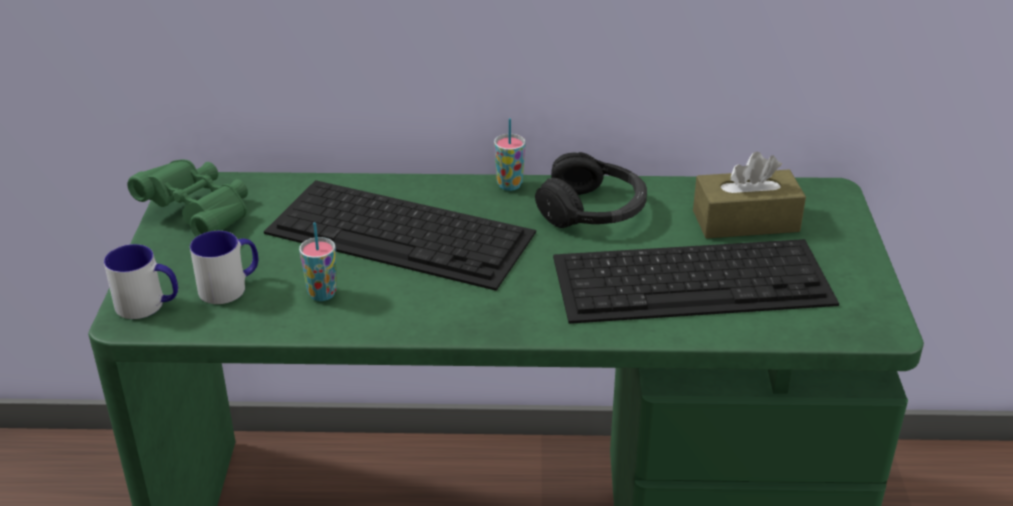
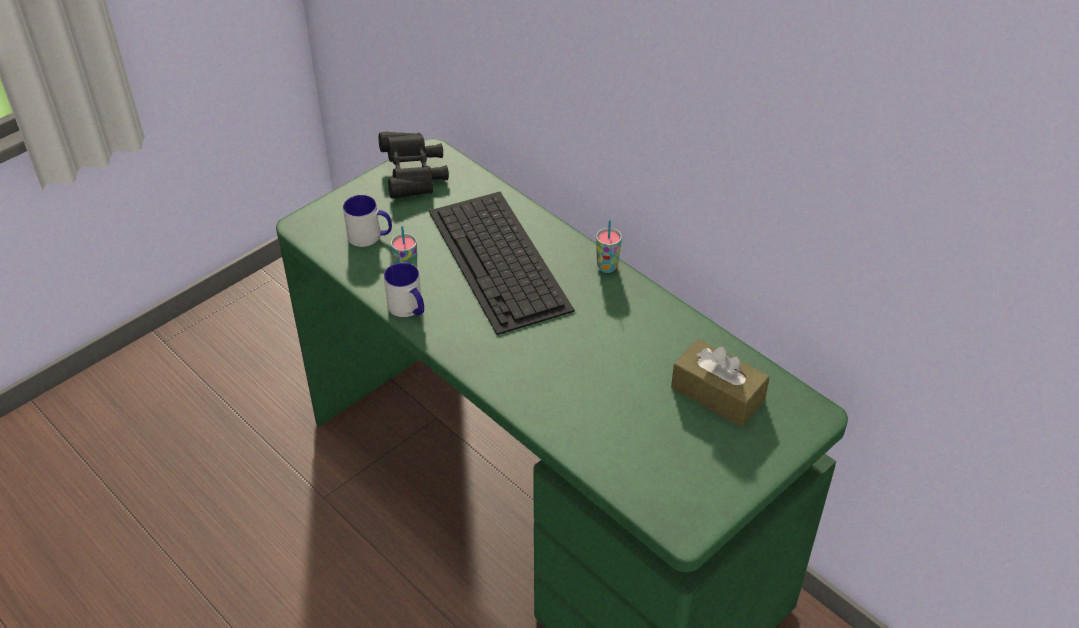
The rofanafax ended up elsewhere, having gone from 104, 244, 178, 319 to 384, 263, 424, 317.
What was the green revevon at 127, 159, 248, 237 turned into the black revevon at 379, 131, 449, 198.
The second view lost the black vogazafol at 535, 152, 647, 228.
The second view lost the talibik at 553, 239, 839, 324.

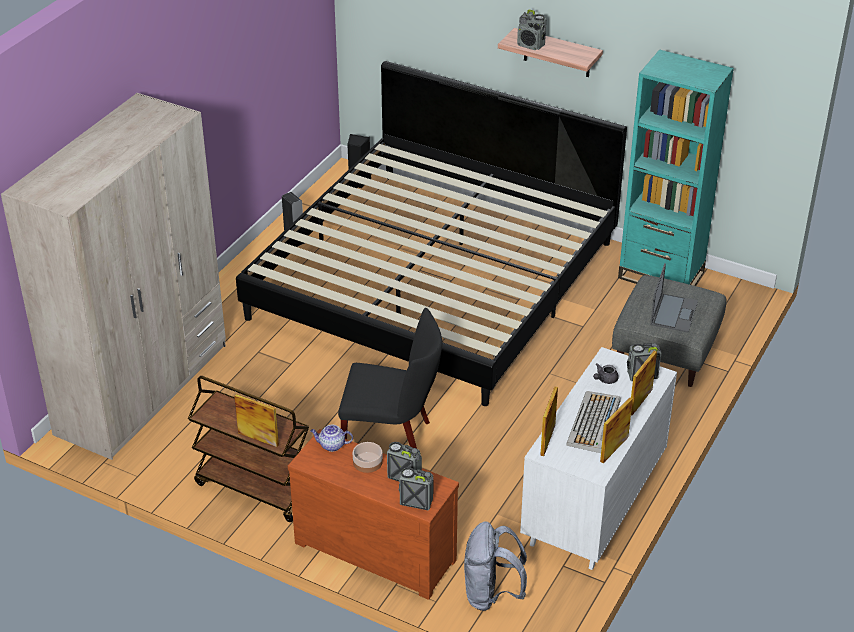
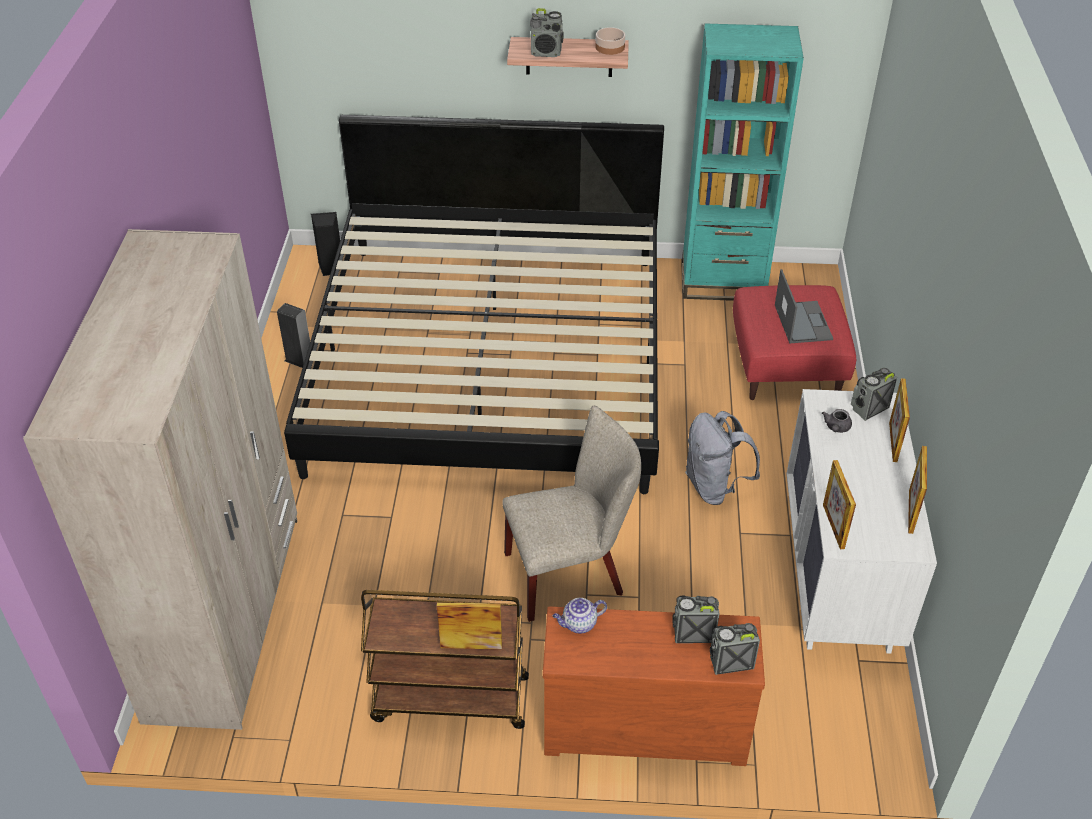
What was the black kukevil at 338, 308, 442, 448 turned into the beige kukevil at 502, 406, 641, 622.
The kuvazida ended up elsewhere, having gone from 353, 442, 383, 473 to 595, 27, 625, 55.
The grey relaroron ended up elsewhere, having gone from 464, 522, 527, 611 to 685, 411, 760, 505.
The second view lost the talibik at 567, 391, 621, 453.
What was the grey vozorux at 612, 275, 726, 387 turned into the red vozorux at 733, 285, 856, 400.

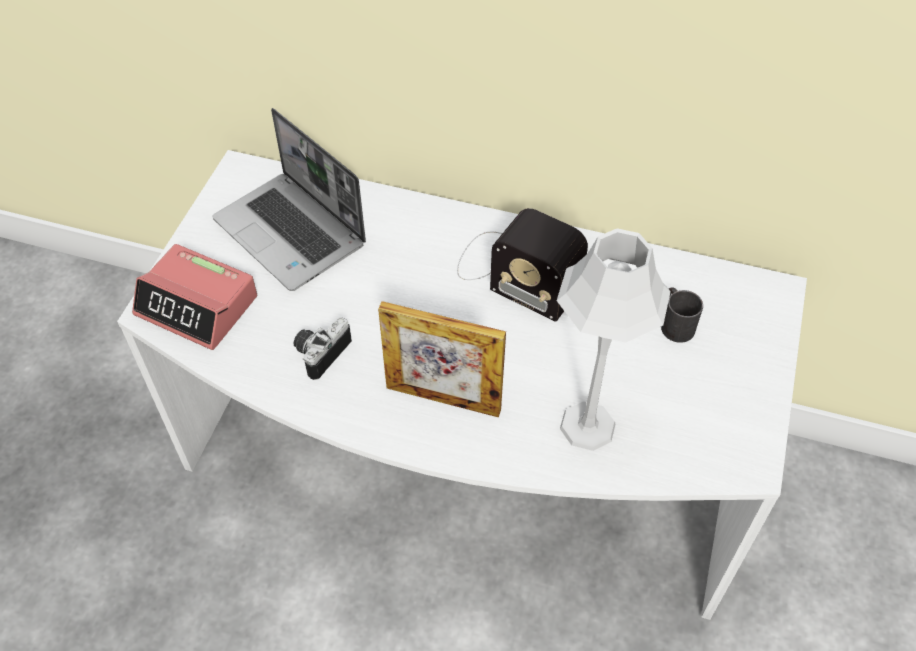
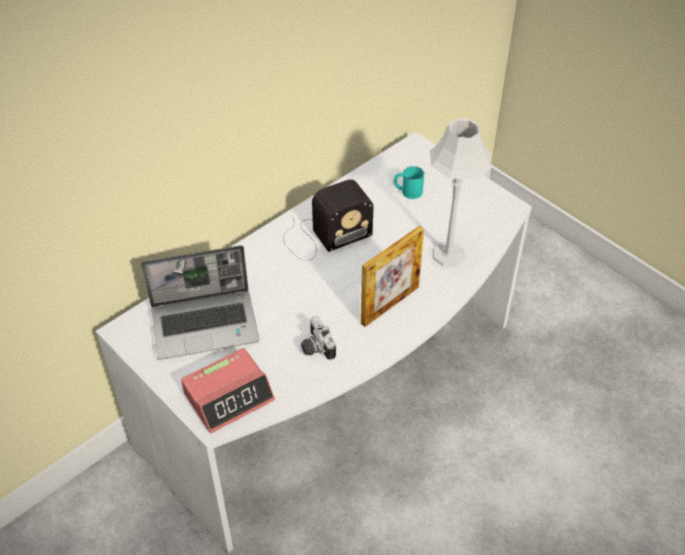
What was the black rofanafax at 661, 287, 703, 343 turned into the turquoise rofanafax at 394, 166, 424, 199.

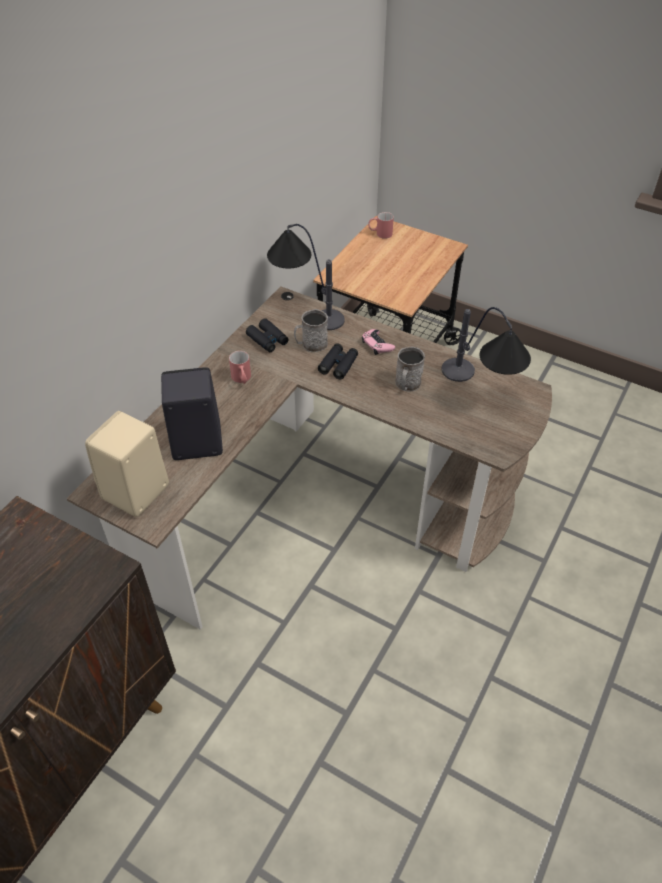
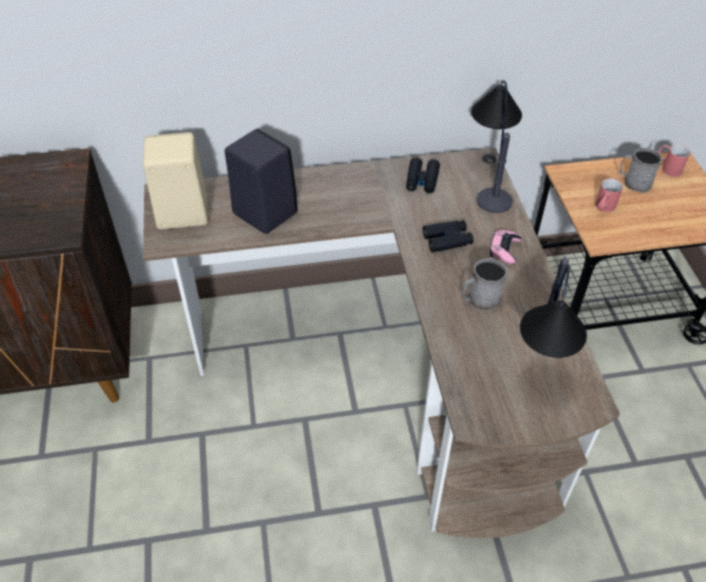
The red rofanafax ended up elsewhere, having gone from 229, 351, 251, 384 to 595, 179, 623, 212.
The grey rofanafax ended up elsewhere, having gone from 294, 309, 328, 352 to 620, 148, 662, 193.

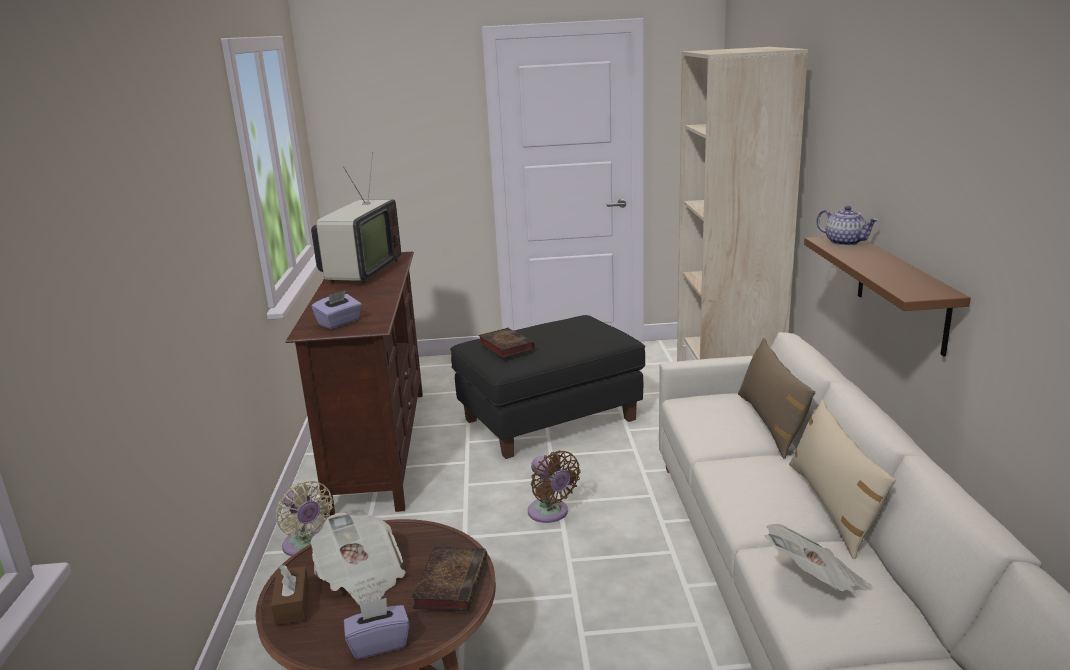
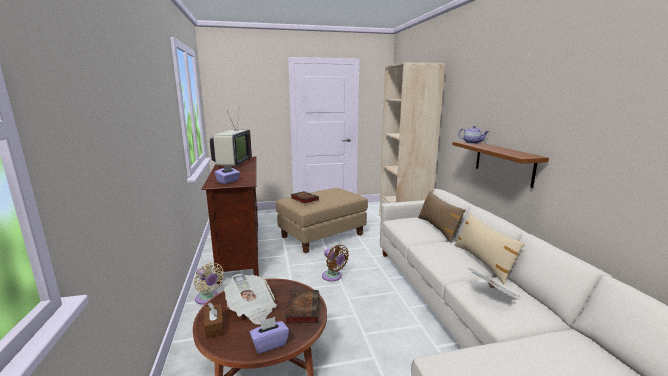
What was the black vozorux at 450, 315, 646, 459 turned into the beige vozorux at 276, 188, 368, 253.

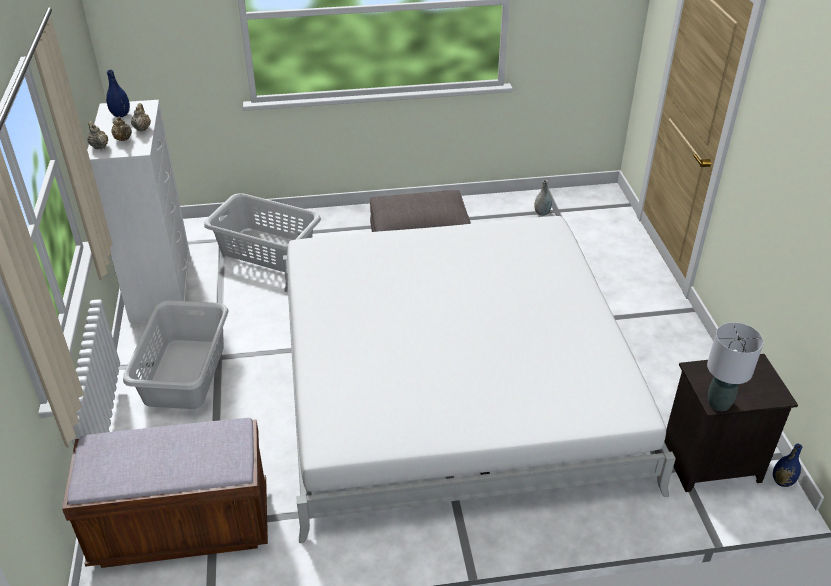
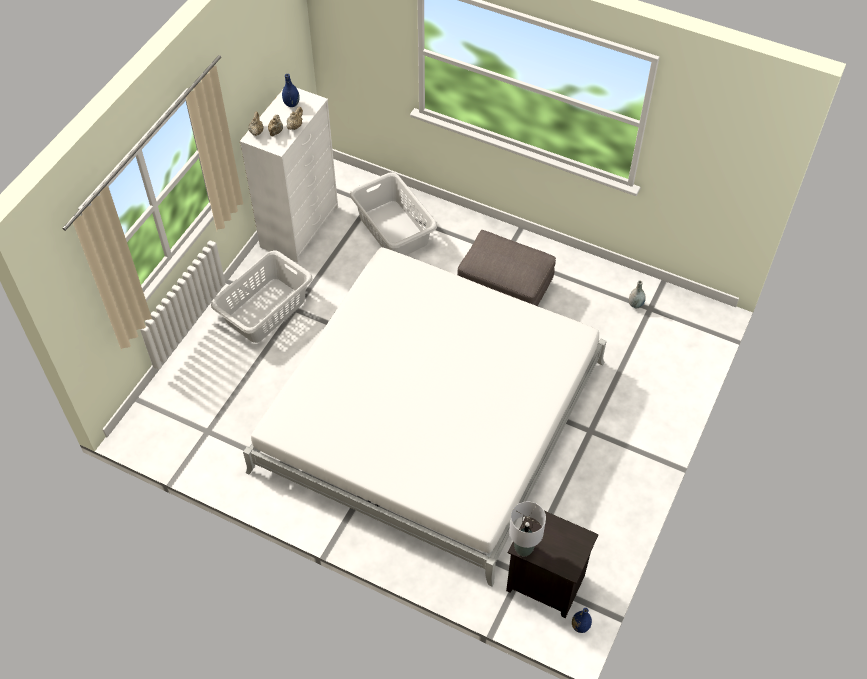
The second view lost the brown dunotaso at 62, 418, 268, 568.

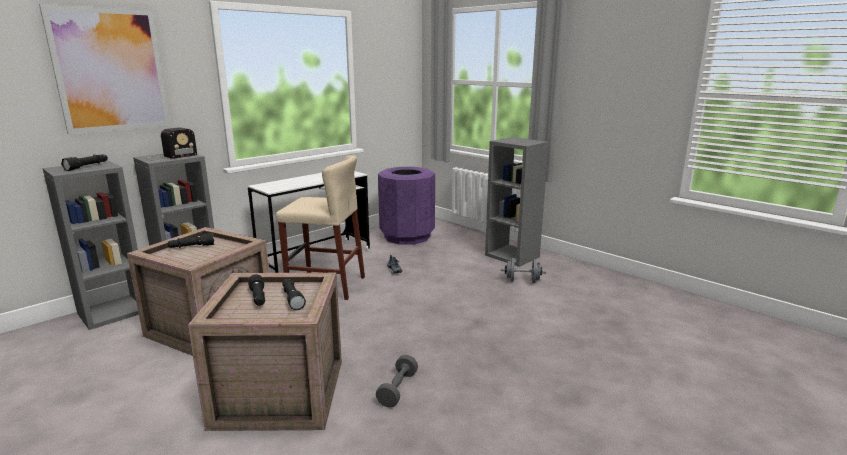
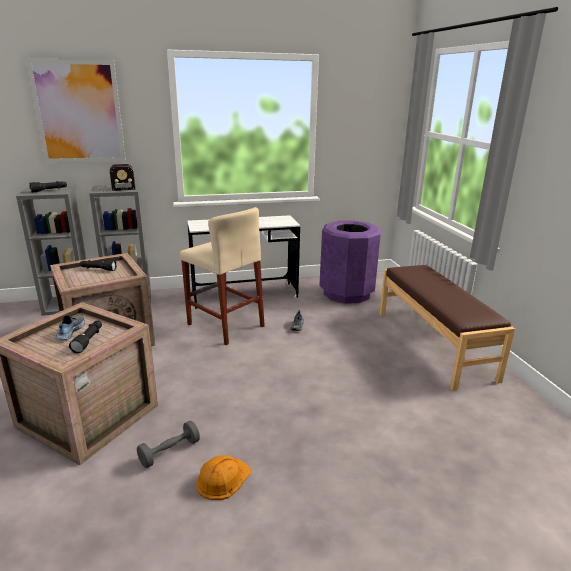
Where the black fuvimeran stood at 248, 274, 265, 306, the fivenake came to stand at 55, 314, 85, 340.
Where the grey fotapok stood at 485, 137, 549, 267, the brown dunotaso came to stand at 380, 265, 515, 391.
The second view lost the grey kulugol at 501, 258, 546, 283.
The second view gained the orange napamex at 196, 455, 251, 500.

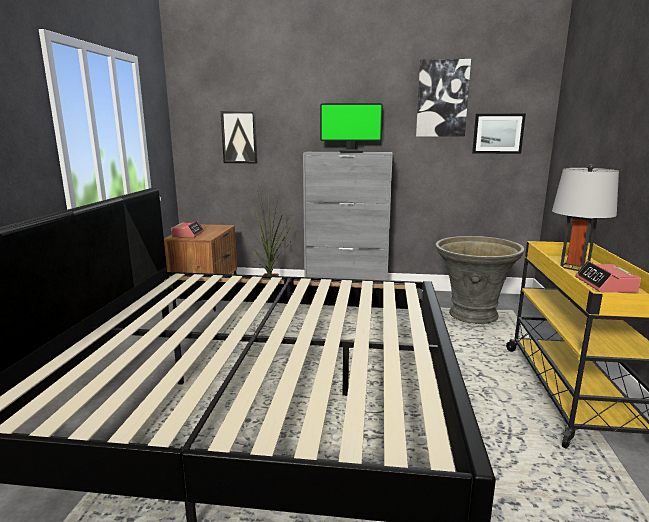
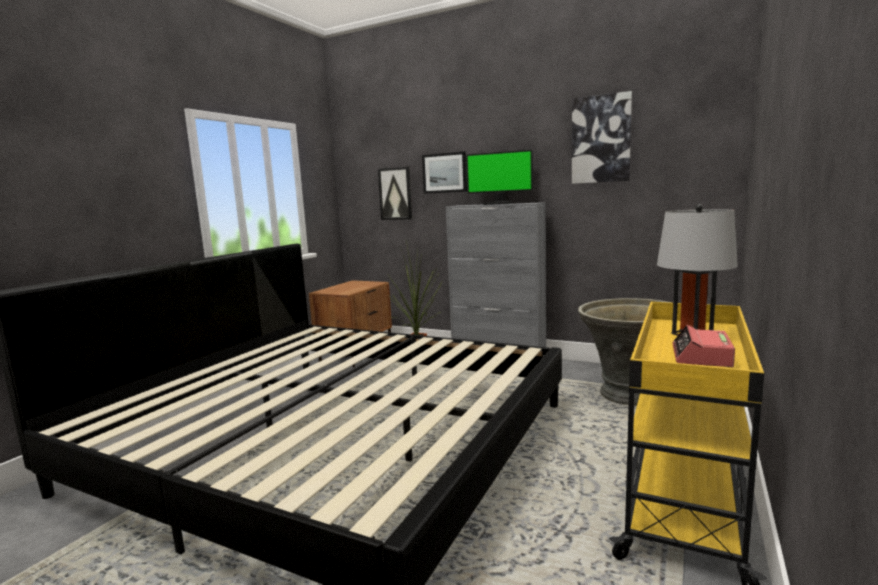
The second view lost the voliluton at 171, 221, 204, 237.
The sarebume ended up elsewhere, having gone from 472, 114, 526, 154 to 422, 151, 467, 194.

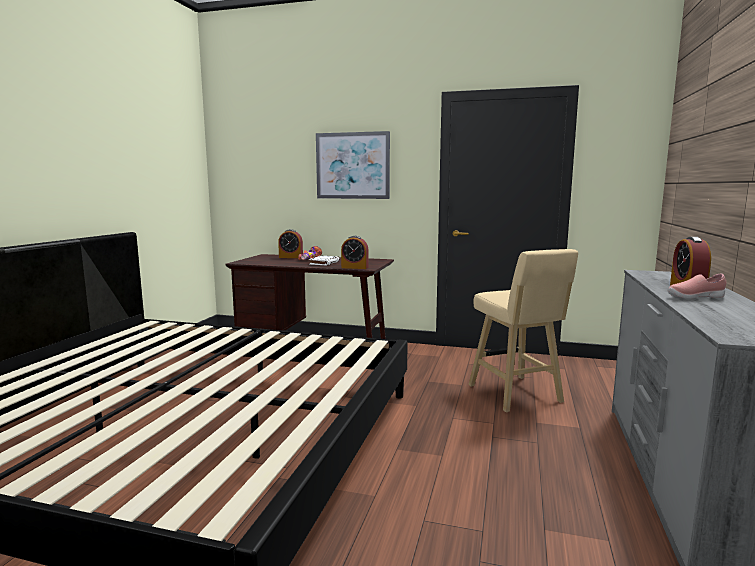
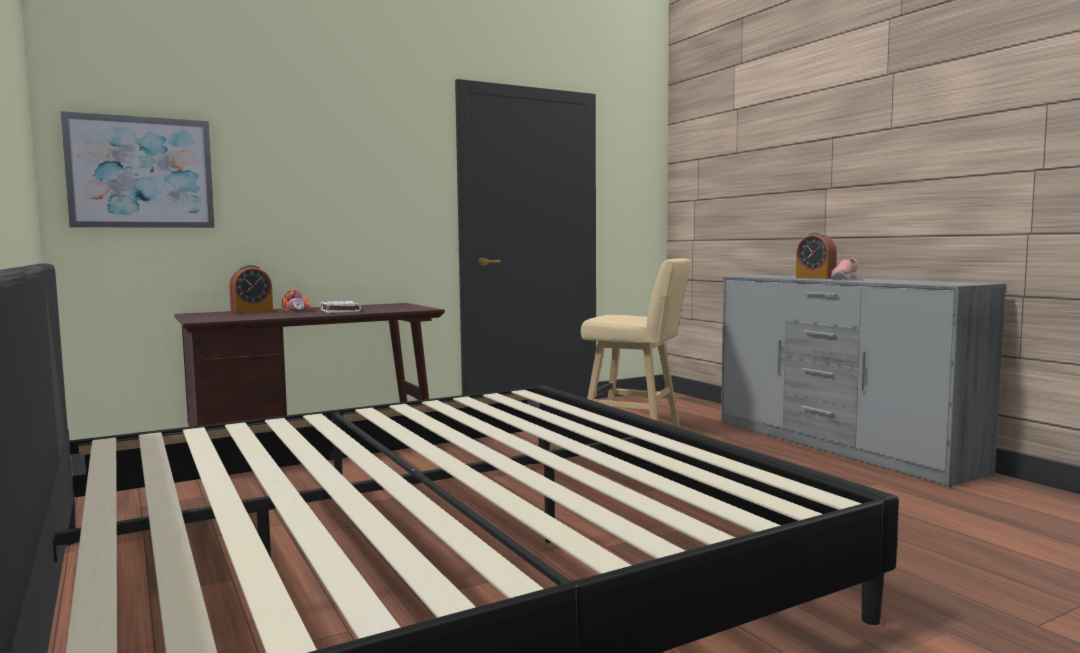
The sarebume ended up elsewhere, having gone from 316, 131, 390, 199 to 61, 111, 215, 228.
The second view lost the voliluton at 341, 236, 369, 269.

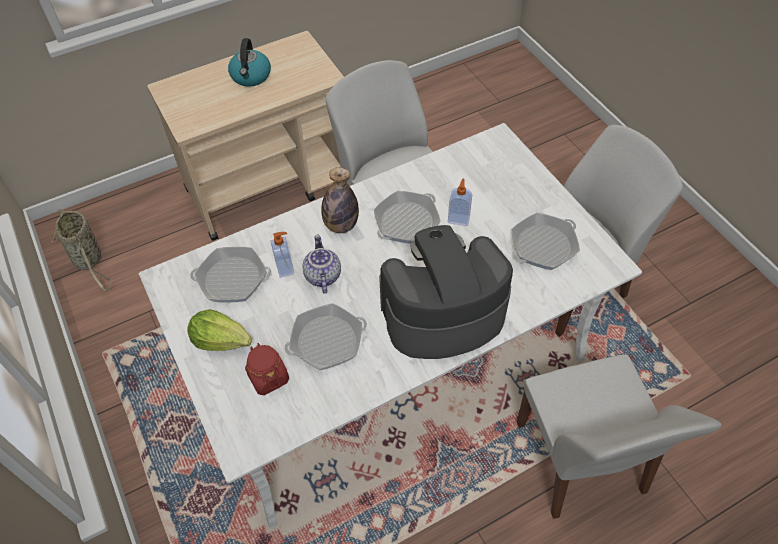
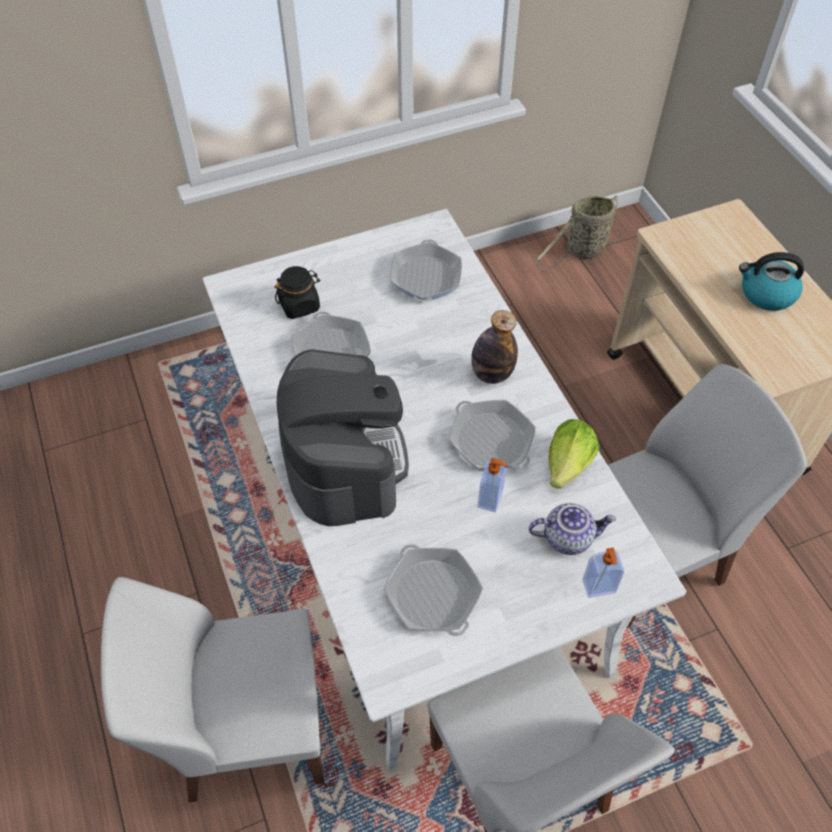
The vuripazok ended up elsewhere, having gone from 187, 310, 252, 351 to 548, 419, 599, 489.
What was the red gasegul at 245, 343, 289, 395 turned into the black gasegul at 275, 266, 320, 319.
The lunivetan ended up elsewhere, having gone from 270, 232, 294, 278 to 582, 547, 624, 598.
The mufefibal ended up elsewhere, having gone from 302, 235, 341, 294 to 529, 503, 616, 555.

